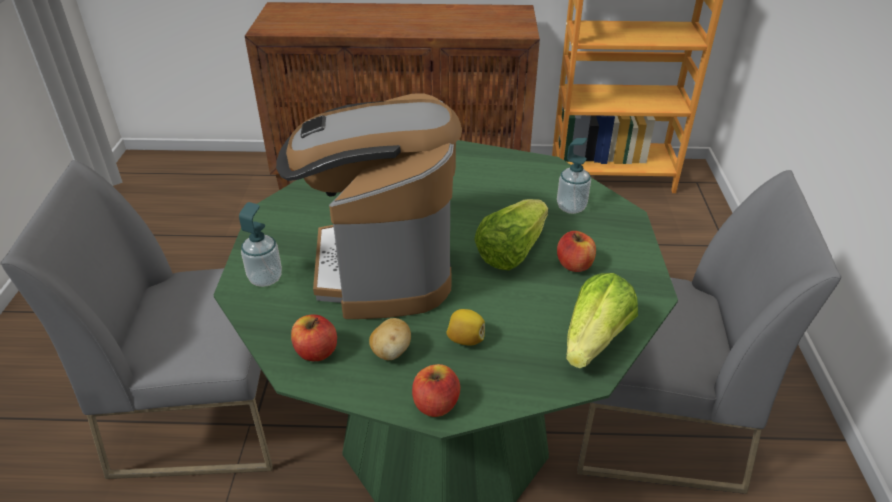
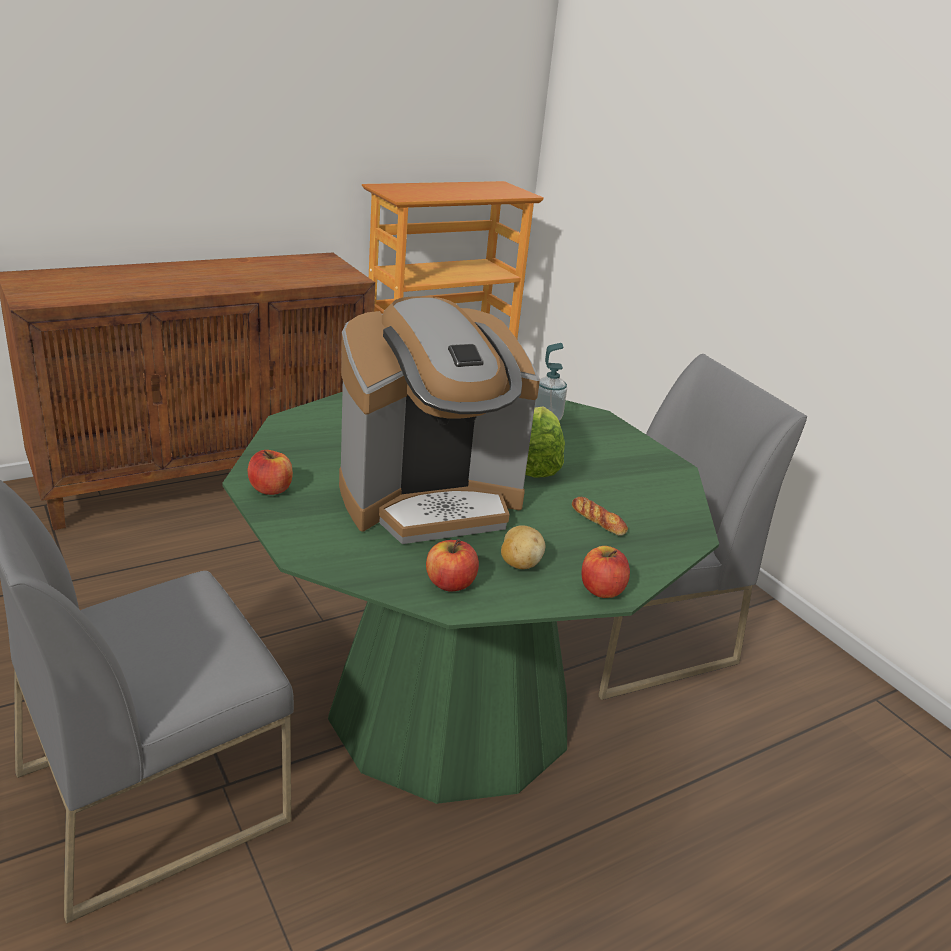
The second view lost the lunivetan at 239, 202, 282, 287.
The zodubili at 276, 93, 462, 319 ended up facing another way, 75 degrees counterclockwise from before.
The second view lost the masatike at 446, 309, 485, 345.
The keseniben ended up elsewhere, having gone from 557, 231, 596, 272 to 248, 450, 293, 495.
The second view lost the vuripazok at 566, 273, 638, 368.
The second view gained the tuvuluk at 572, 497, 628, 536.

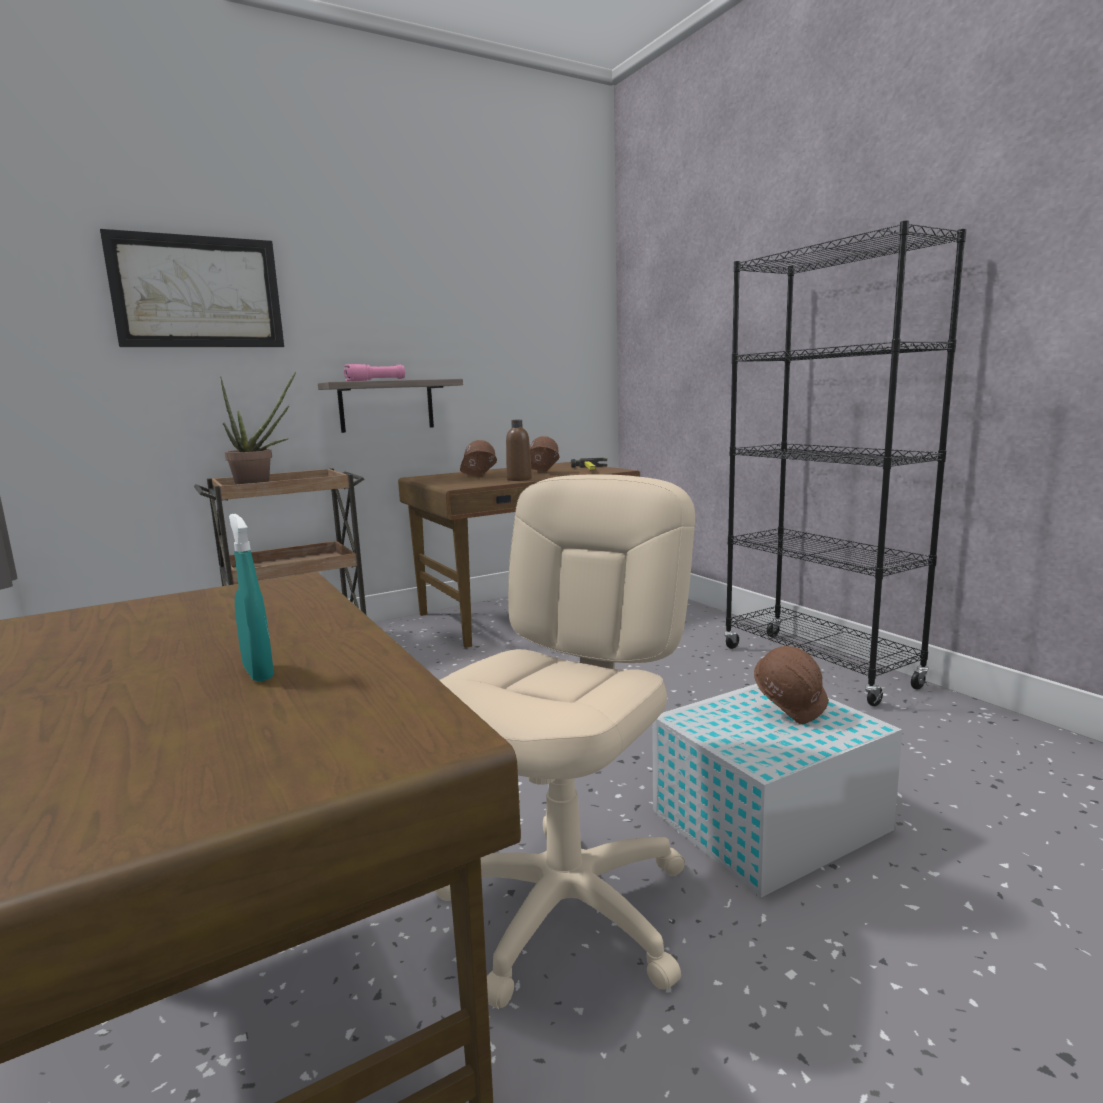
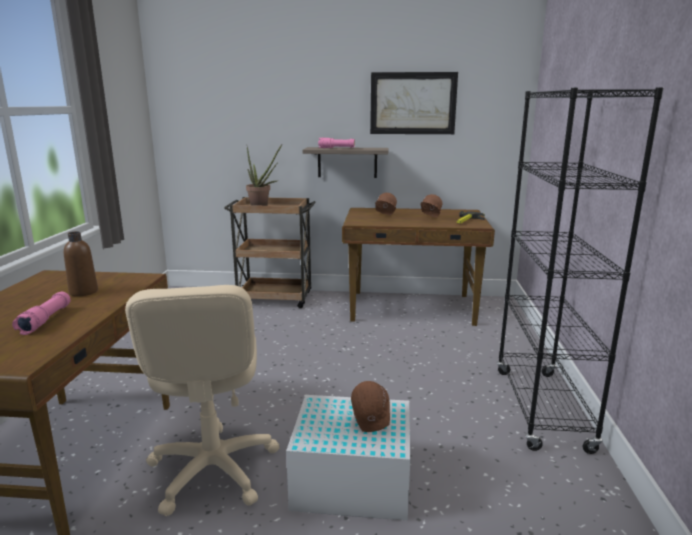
The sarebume ended up elsewhere, having gone from 100, 229, 284, 347 to 370, 72, 458, 134.
Where the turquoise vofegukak stood at 229, 514, 274, 682, the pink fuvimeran came to stand at 12, 292, 71, 335.
The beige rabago at 435, 474, 695, 1009 ended up facing another way, 105 degrees clockwise from before.
The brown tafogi ended up elsewhere, having gone from 506, 420, 532, 481 to 64, 231, 98, 296.

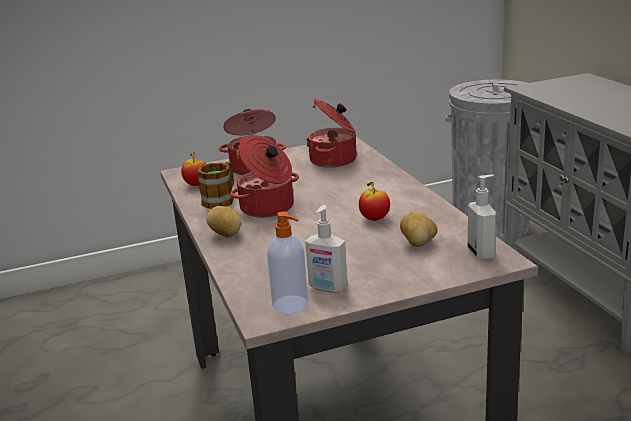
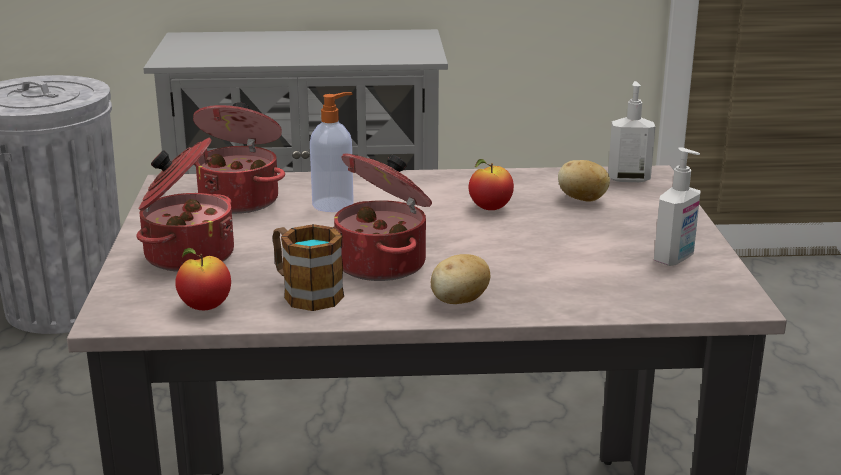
The lunivetan ended up elsewhere, having gone from 267, 211, 308, 314 to 310, 92, 354, 212.

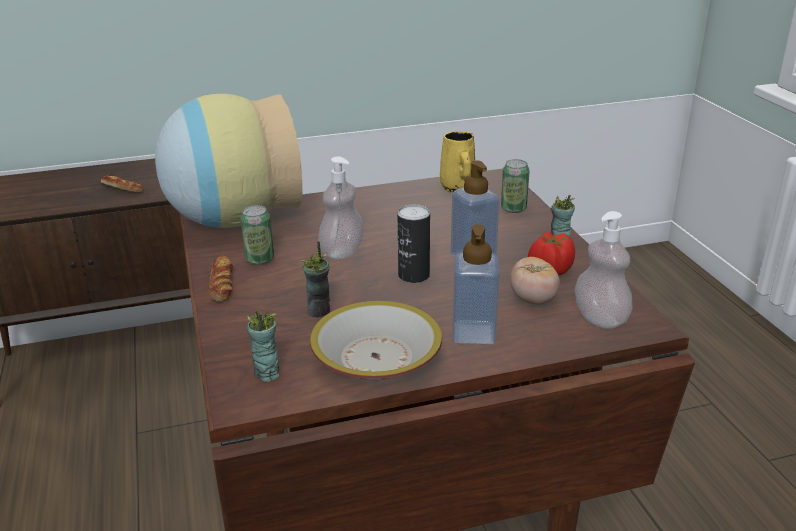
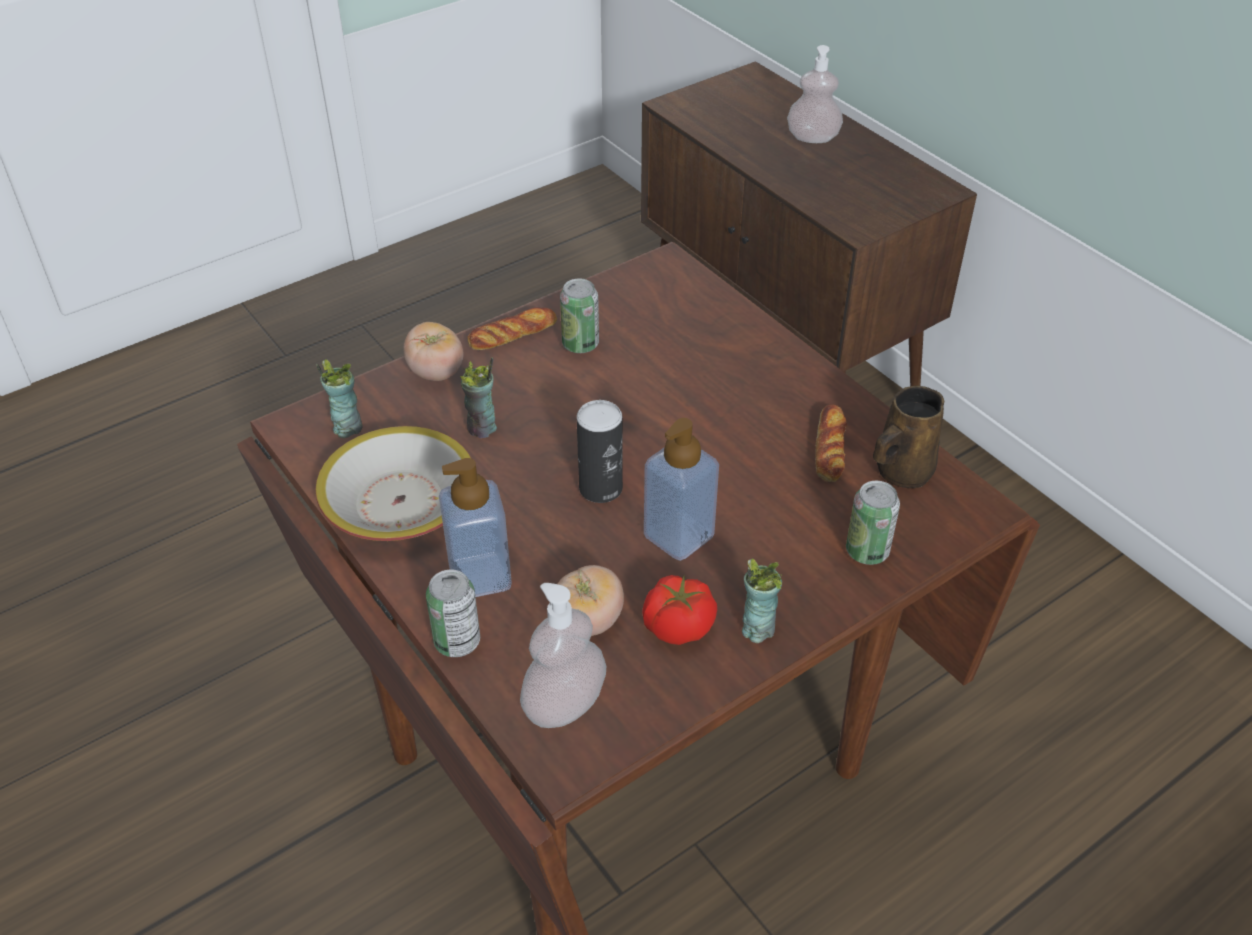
The tuvuluk ended up elsewhere, having gone from 101, 176, 144, 192 to 815, 405, 847, 482.
The second view lost the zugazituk at 155, 94, 302, 228.
The lunivetan ended up elsewhere, having gone from 318, 157, 364, 260 to 787, 45, 843, 143.
What was the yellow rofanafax at 440, 131, 475, 193 turned into the brown rofanafax at 873, 386, 944, 488.
The second view gained the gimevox at 403, 322, 463, 381.
The second view gained the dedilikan at 426, 570, 480, 657.

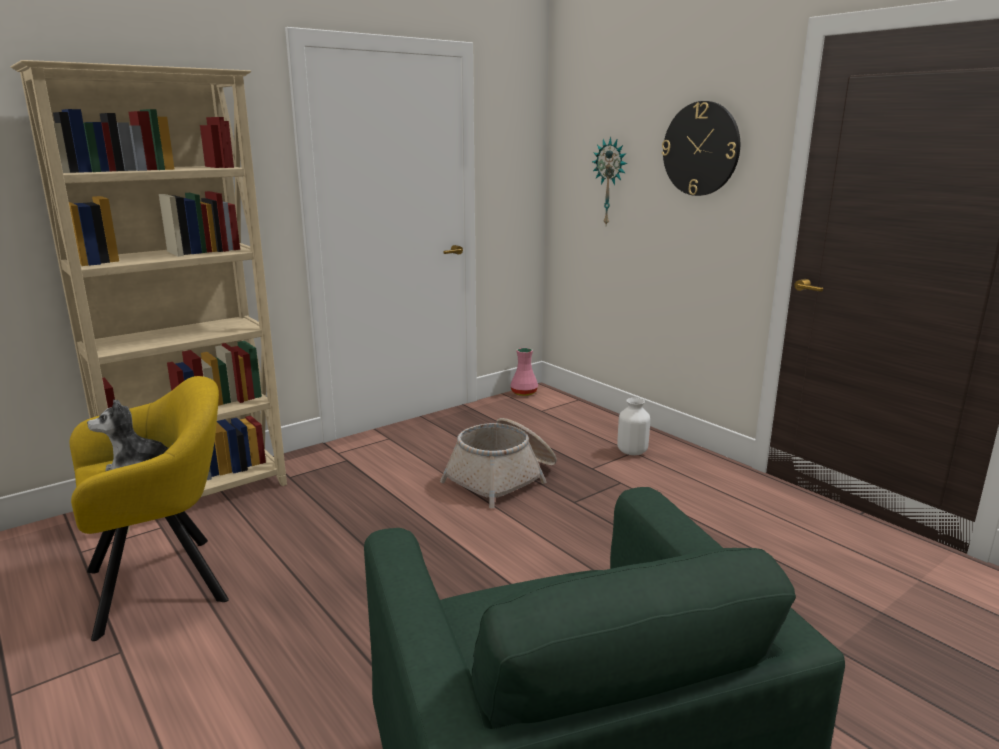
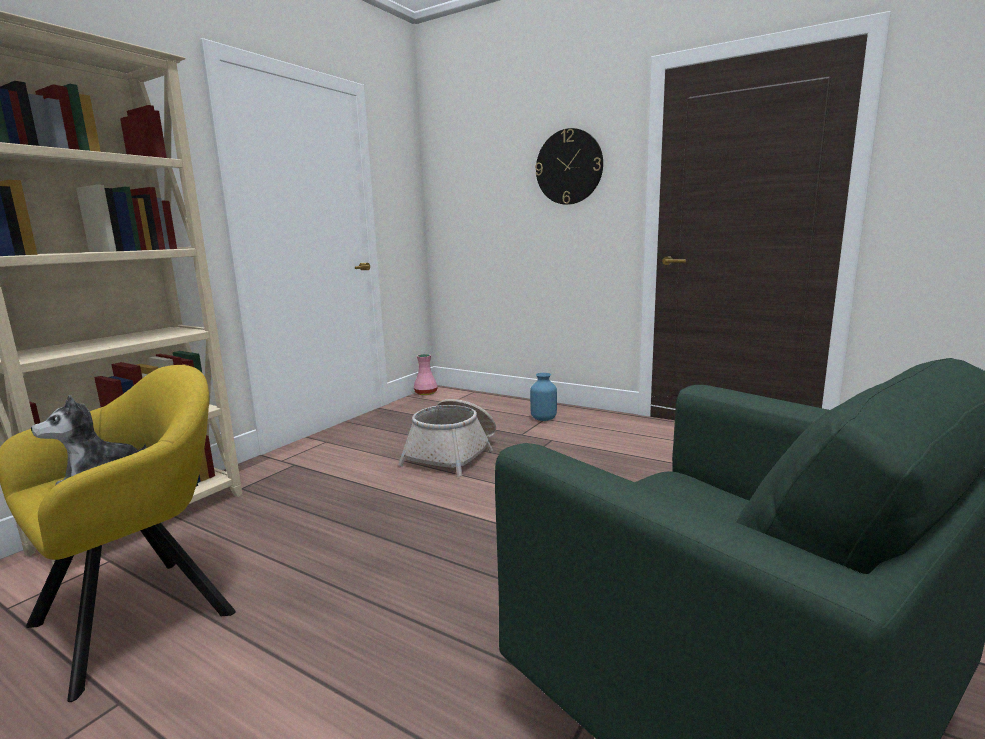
The second view lost the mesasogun at 592, 137, 627, 225.
What was the white zugazituk at 617, 398, 650, 455 turned into the blue zugazituk at 530, 373, 557, 421.

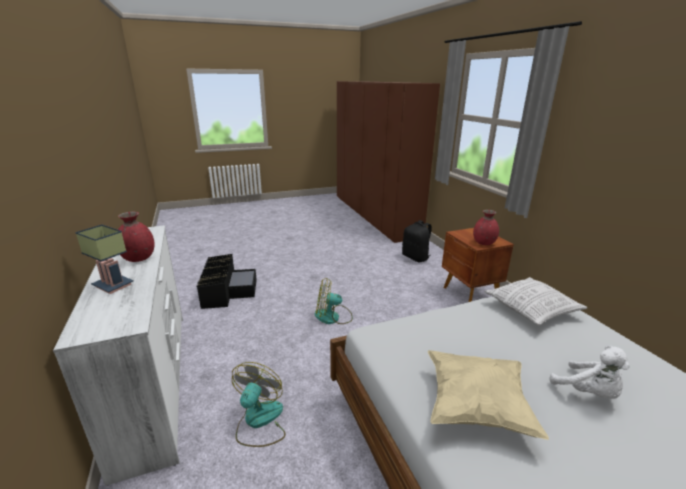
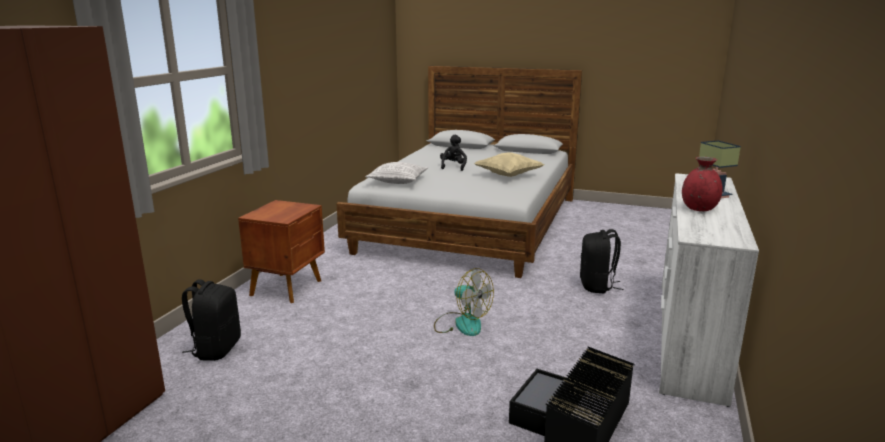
Where the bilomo stood at 232, 362, 286, 447, the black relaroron came to stand at 580, 229, 623, 293.
The second view lost the red zugazituk at 473, 210, 499, 245.
What was the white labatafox at 550, 345, 630, 399 turned into the black labatafox at 440, 135, 467, 171.

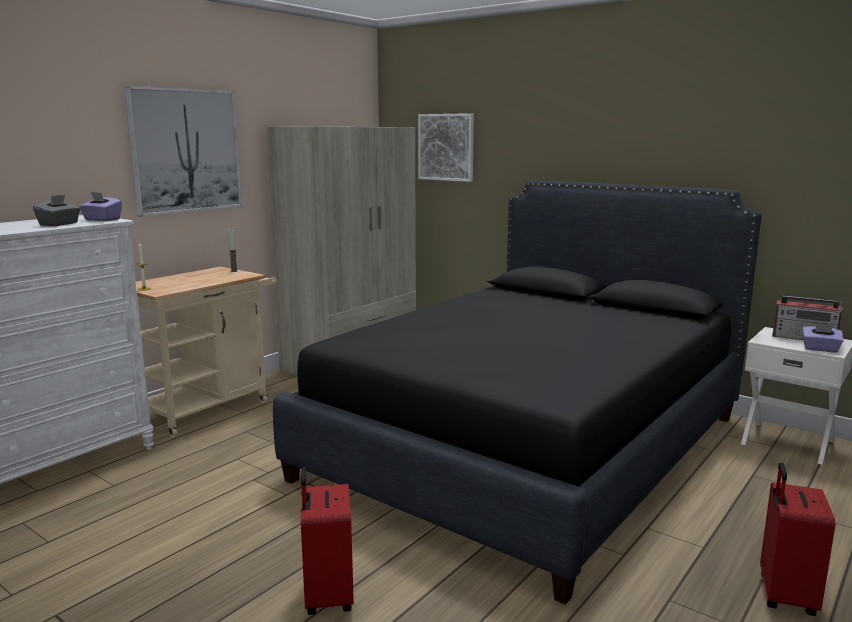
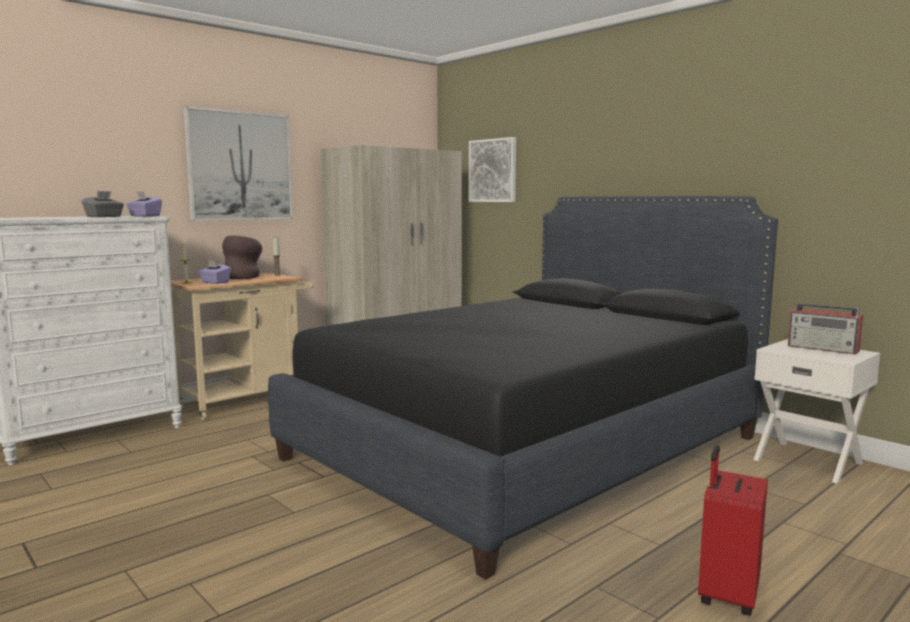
The second view lost the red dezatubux at 301, 467, 354, 615.
The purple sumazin ended up elsewhere, having gone from 802, 323, 843, 353 to 198, 260, 231, 284.
The second view gained the brown zugazituk at 222, 236, 262, 279.

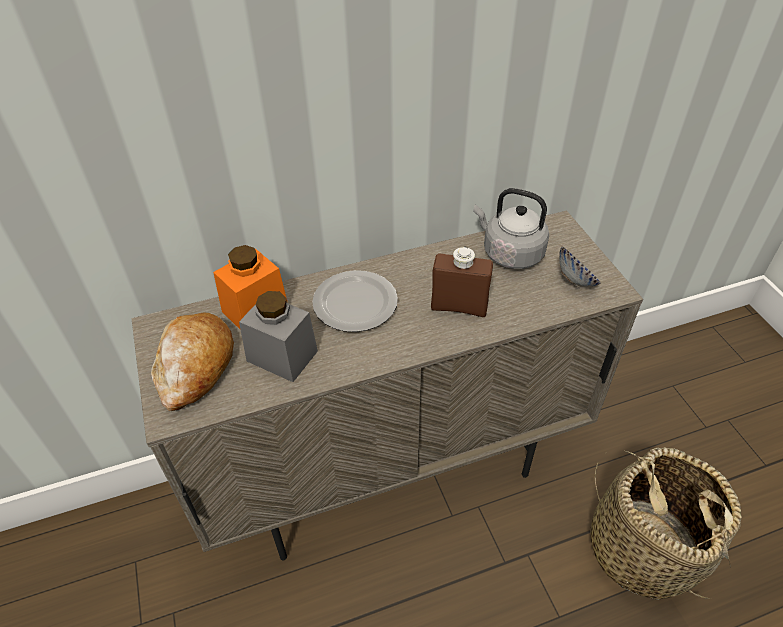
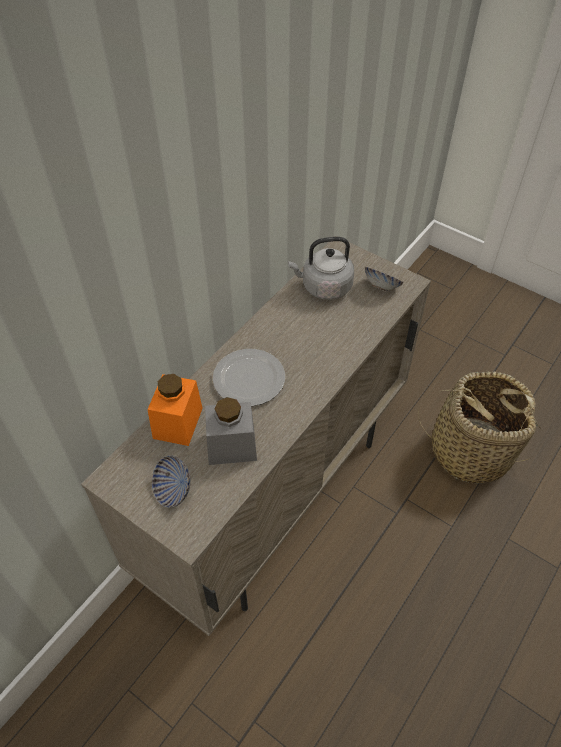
Where the tuvuluk stood at 151, 312, 234, 411, the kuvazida came to stand at 152, 456, 191, 508.
The second view lost the brown tafogi at 431, 246, 493, 317.

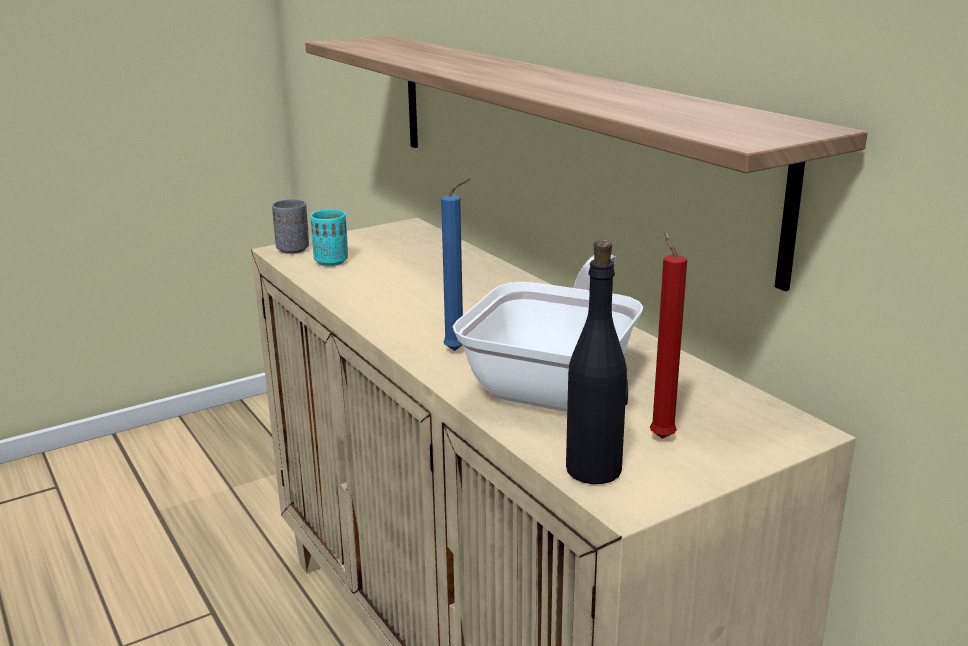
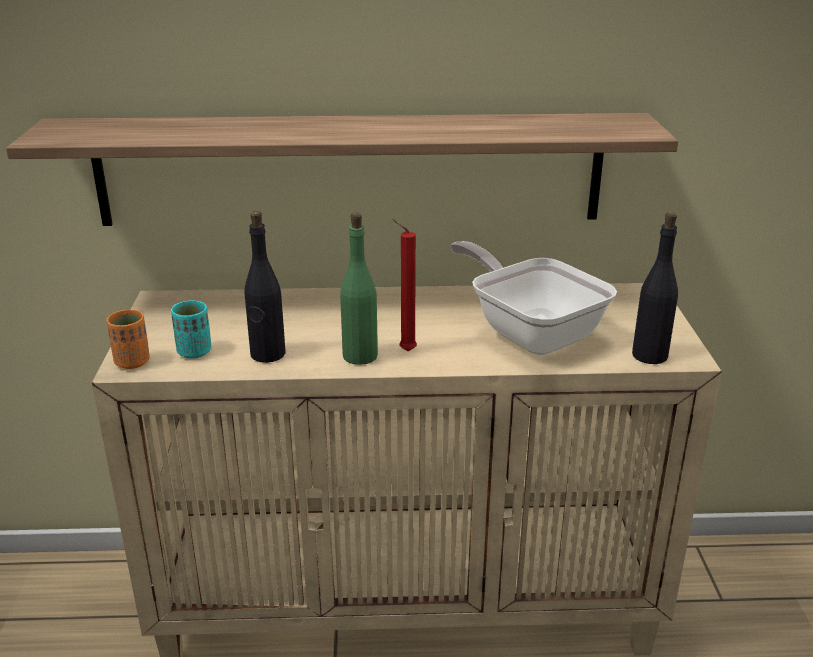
What was the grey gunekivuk at 272, 199, 309, 254 turned into the orange gunekivuk at 106, 310, 150, 369.
The second view lost the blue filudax at 441, 178, 470, 351.
The red filudax ended up elsewhere, having gone from 650, 230, 687, 439 to 392, 219, 417, 351.
The second view gained the black tafogi at 245, 211, 286, 363.
The second view gained the green tafogi at 340, 212, 378, 365.

